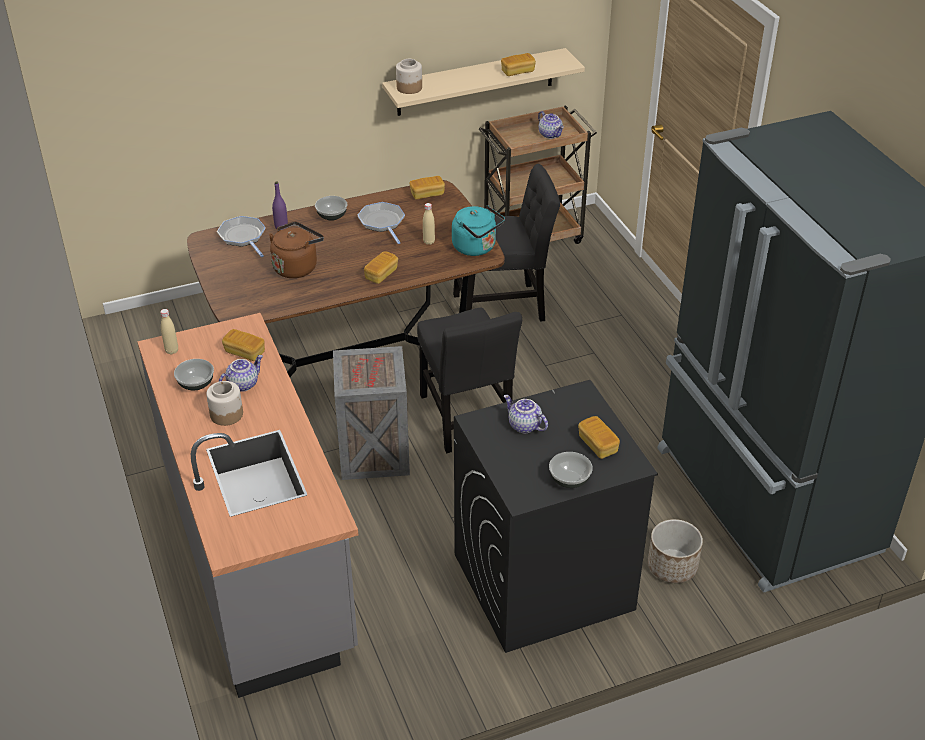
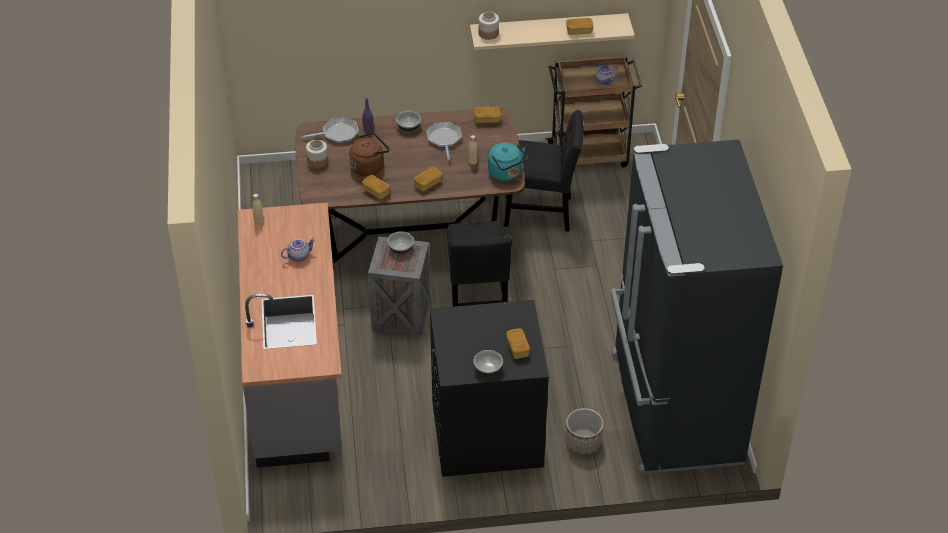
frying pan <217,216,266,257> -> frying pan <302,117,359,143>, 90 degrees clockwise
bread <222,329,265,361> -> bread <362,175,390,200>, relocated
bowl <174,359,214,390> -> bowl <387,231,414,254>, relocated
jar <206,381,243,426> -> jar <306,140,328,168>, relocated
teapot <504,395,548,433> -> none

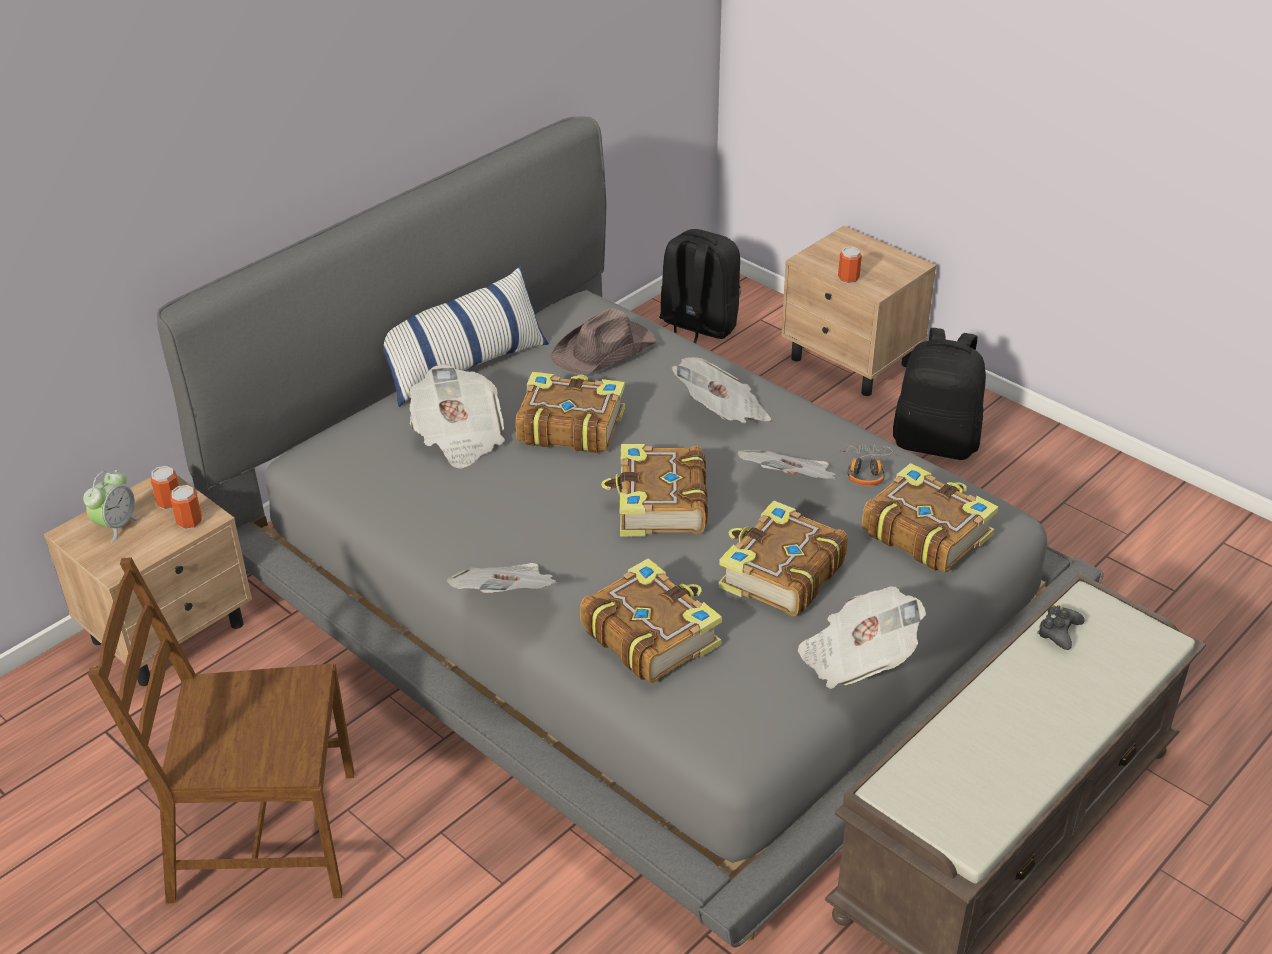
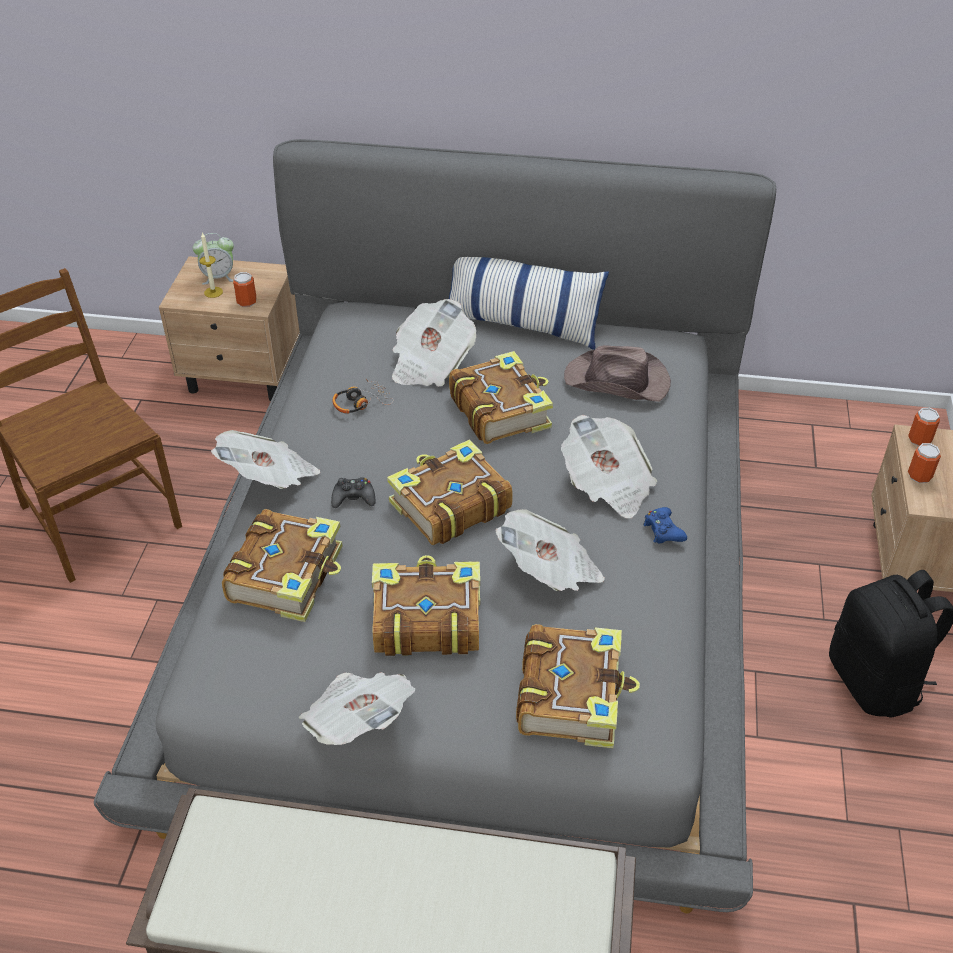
black backpack <659,229,741,343> -> none
headphones <842,445,893,485> -> headphones <333,379,394,414>, relocated
can <151,466,179,510> -> can <908,408,940,447>, relocated
black game controller <1037,605,1085,650> -> black game controller <331,477,376,508>, relocated
none -> candle <199,233,223,298>
none -> blue game controller <643,507,687,544>

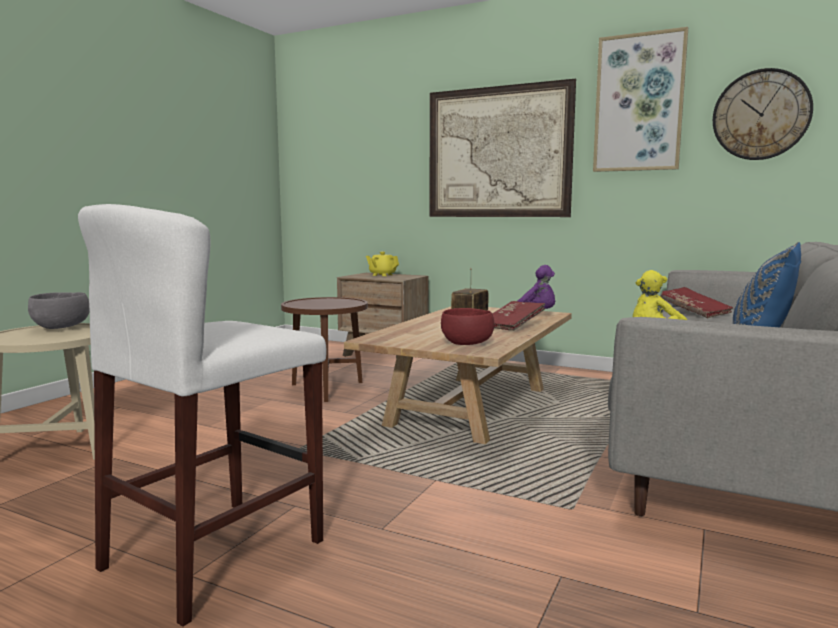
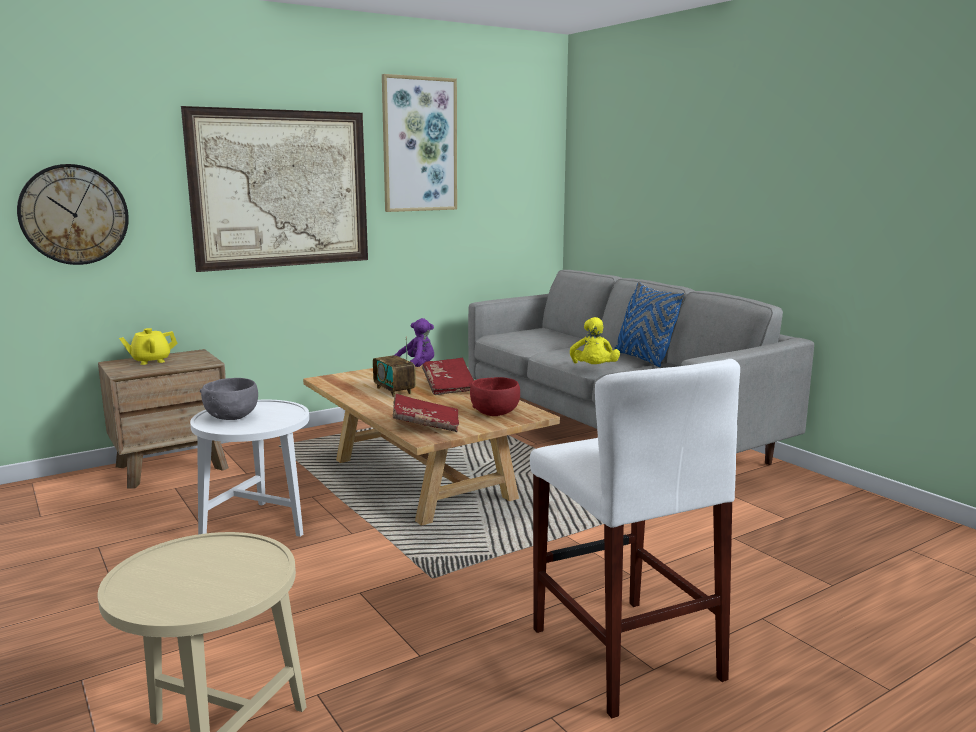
wall clock <713,68,813,160> -> wall clock <17,164,129,265>, relocated
red book <660,287,733,318> -> red book <393,394,459,432>, relocated
grey bowl <28,292,90,329> -> grey bowl <200,378,258,420>, relocated
brown side table <281,297,368,402> -> white side table <190,400,309,537>

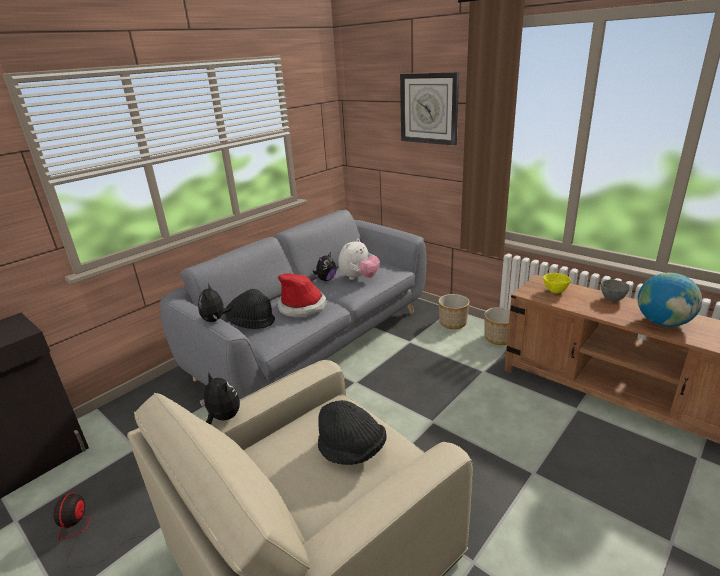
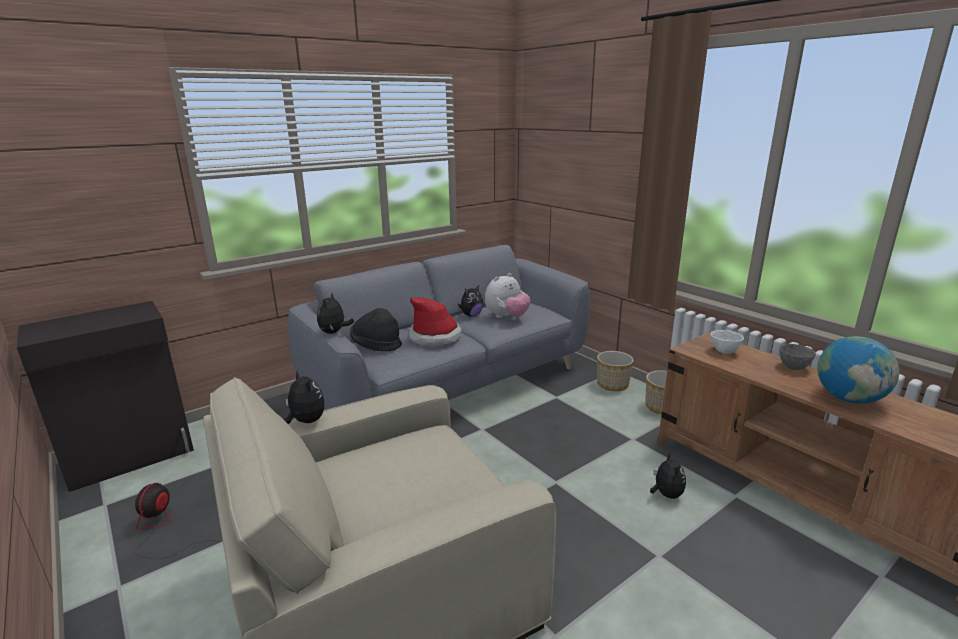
wall clock <400,72,459,146> -> none
yellow bowl <543,273,571,294> -> white bowl <711,330,744,354>
black hat <318,400,387,465> -> none
none -> plush toy <650,453,686,499>

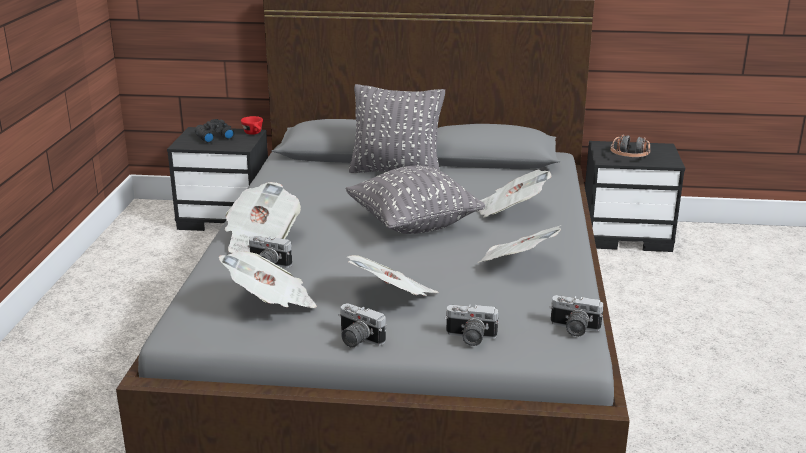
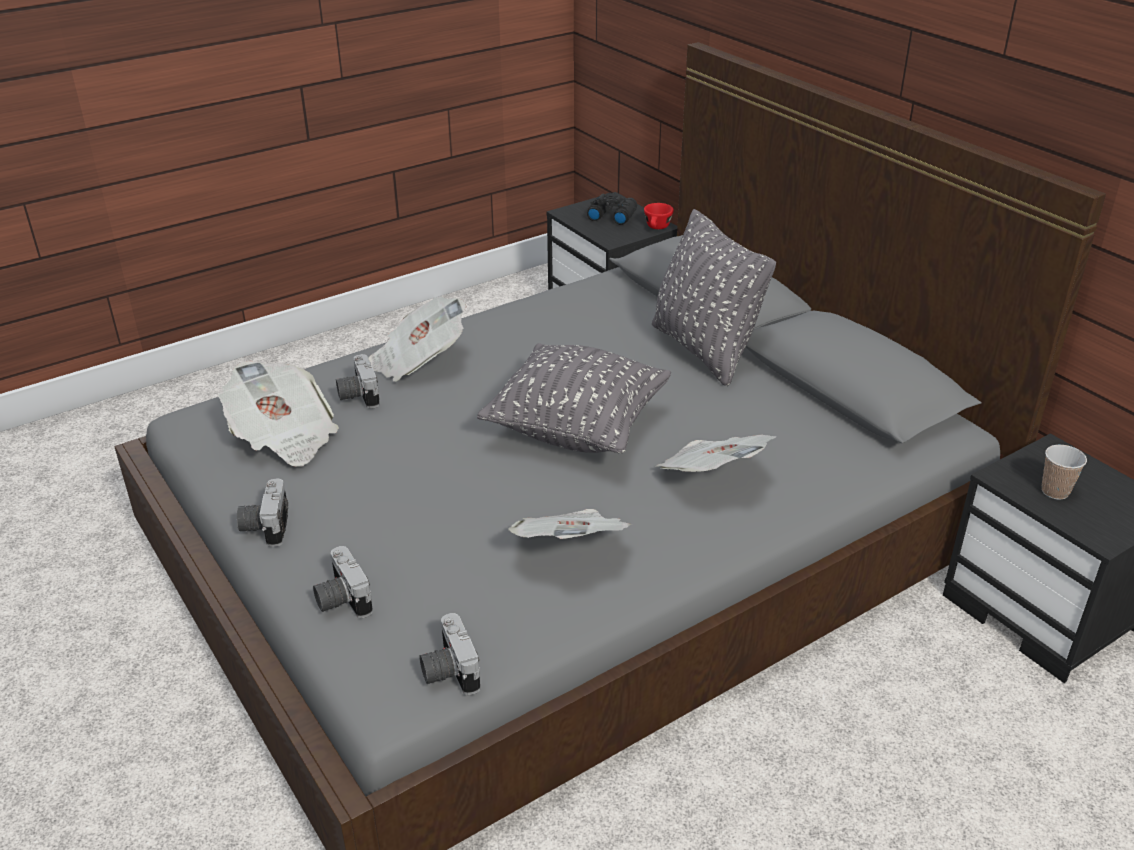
headphones <610,134,651,157> -> cup <1042,445,1087,500>
newspaper <347,255,438,296> -> none

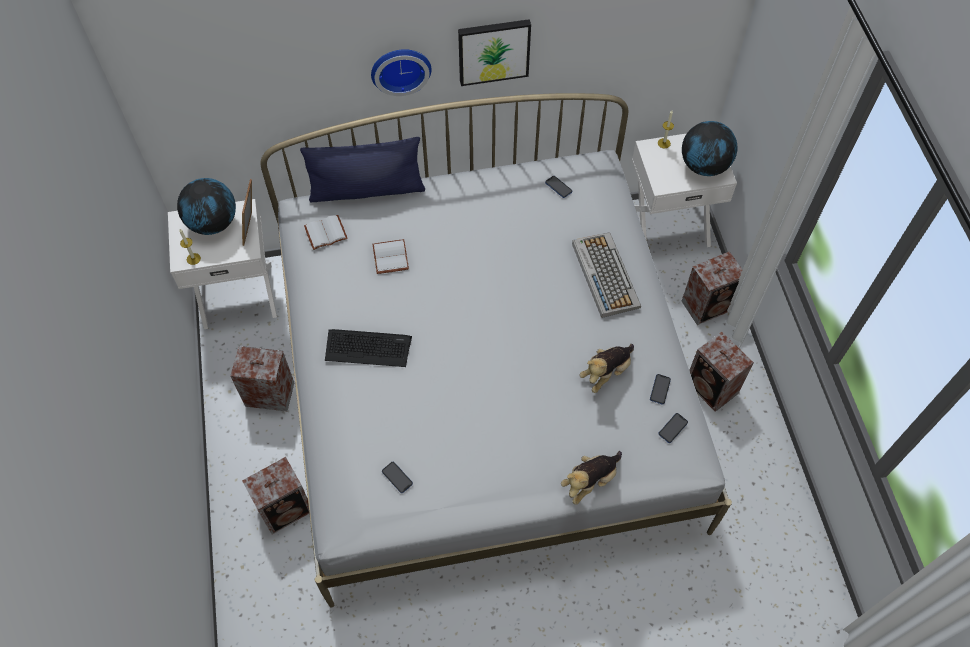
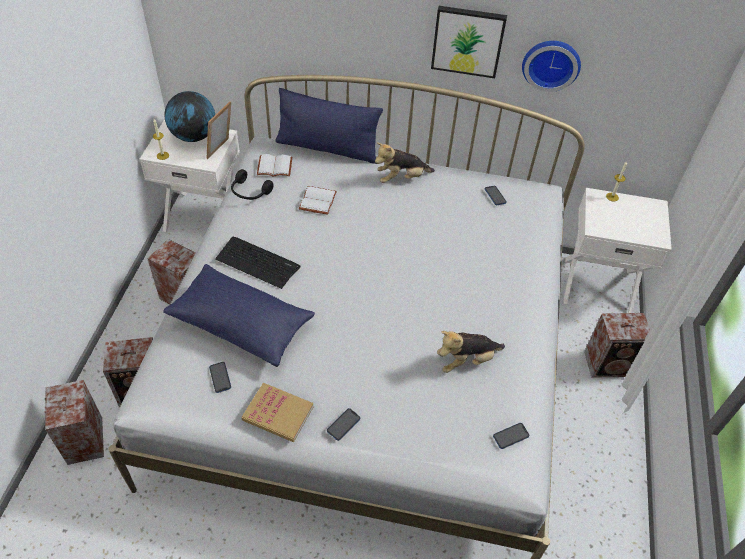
wall clock <371,49,432,96> -> wall clock <522,41,581,92>, relocated
globe <682,121,738,176> -> none
keyboard <572,232,641,318> -> none
speaker <689,331,754,412> -> speaker <44,380,104,465>, relocated
phone <650,374,671,404> -> phone <327,408,360,441>, relocated
plush toy <561,451,622,505> -> plush toy <375,142,435,183>, relocated
none -> black headphones <231,169,274,200>
none -> blue pillow <163,264,315,367>
none -> book <242,383,314,442>

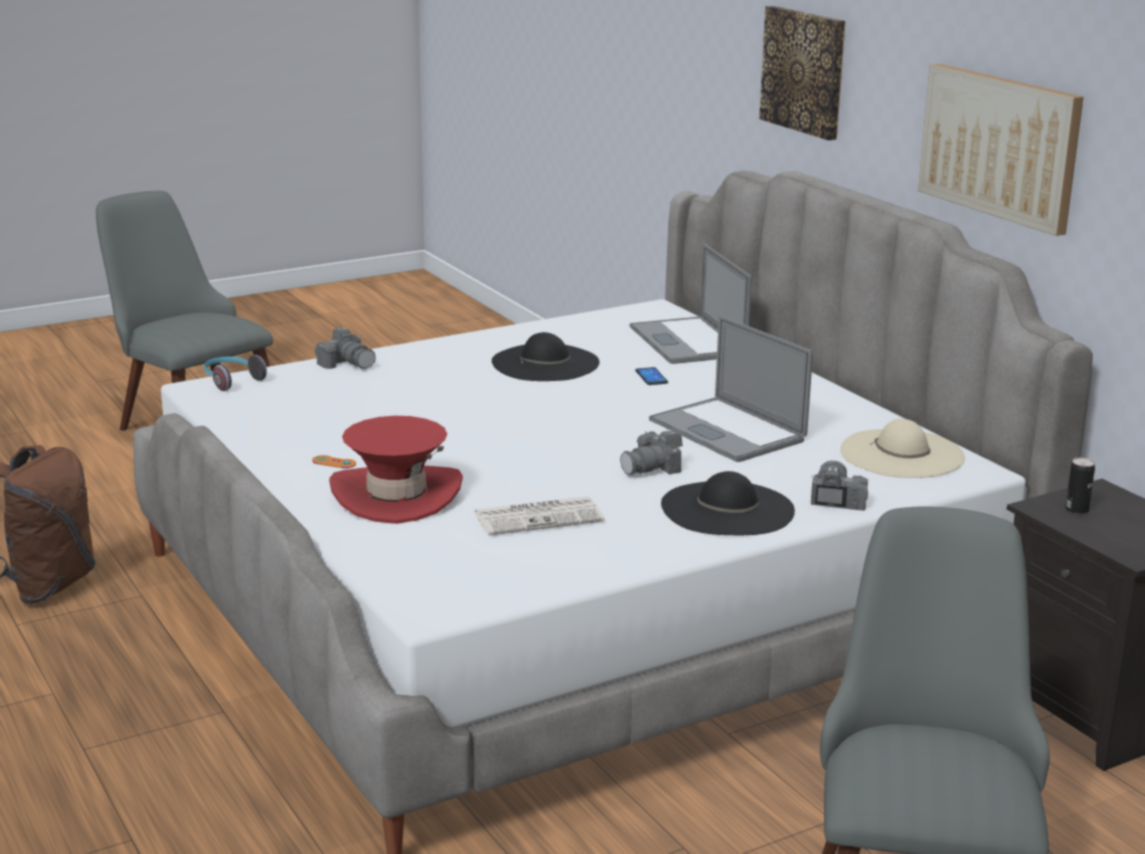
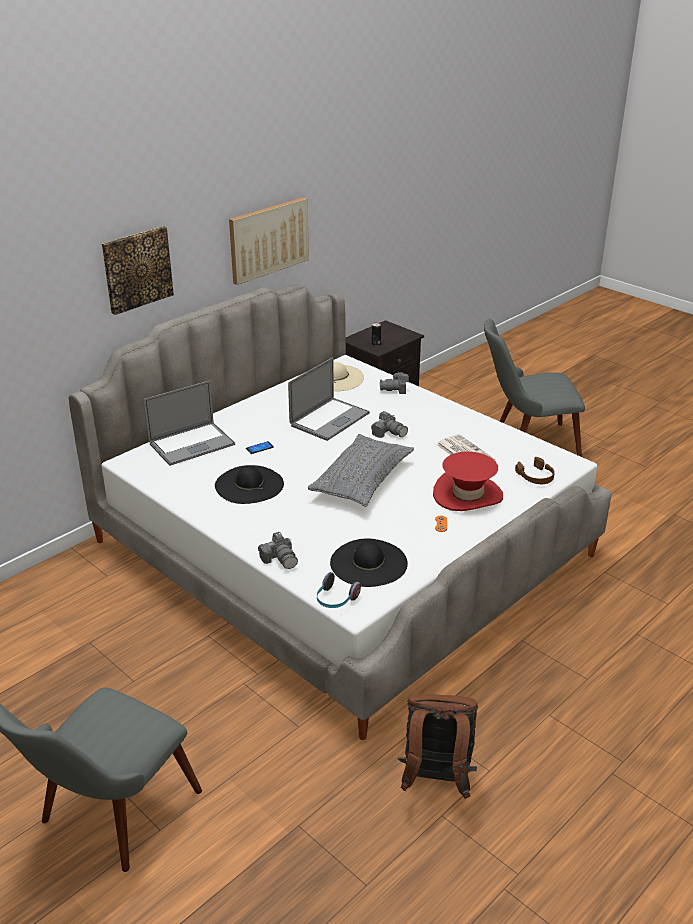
photo camera <315,327,376,369> -> photo camera <258,532,298,569>, 120 degrees clockwise
black hat <661,471,795,535> -> black hat <330,539,408,587>, relocated
none -> grey pillow <308,434,414,507>
none -> brown headphones <515,457,555,484>

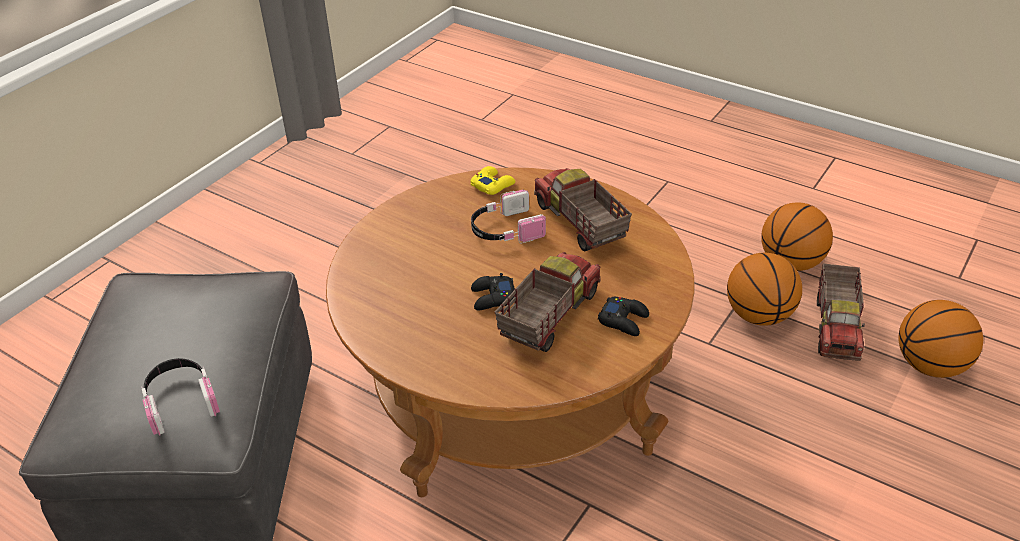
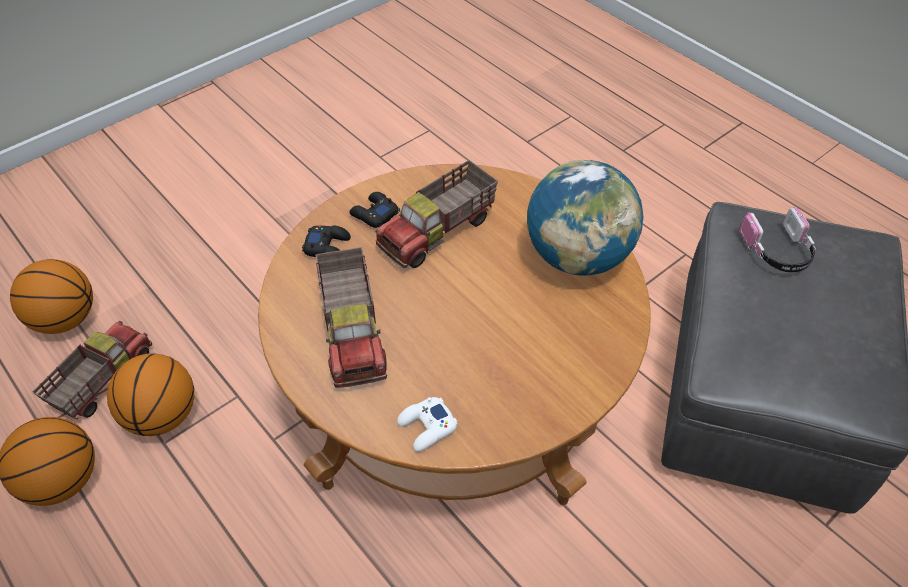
yellow game controller <471,166,515,195> -> white game controller <397,397,458,452>
headphones <471,190,546,243> -> none
black game controller <471,273,515,310> -> black game controller <302,225,351,257>, relocated
none -> globe <527,160,643,276>

